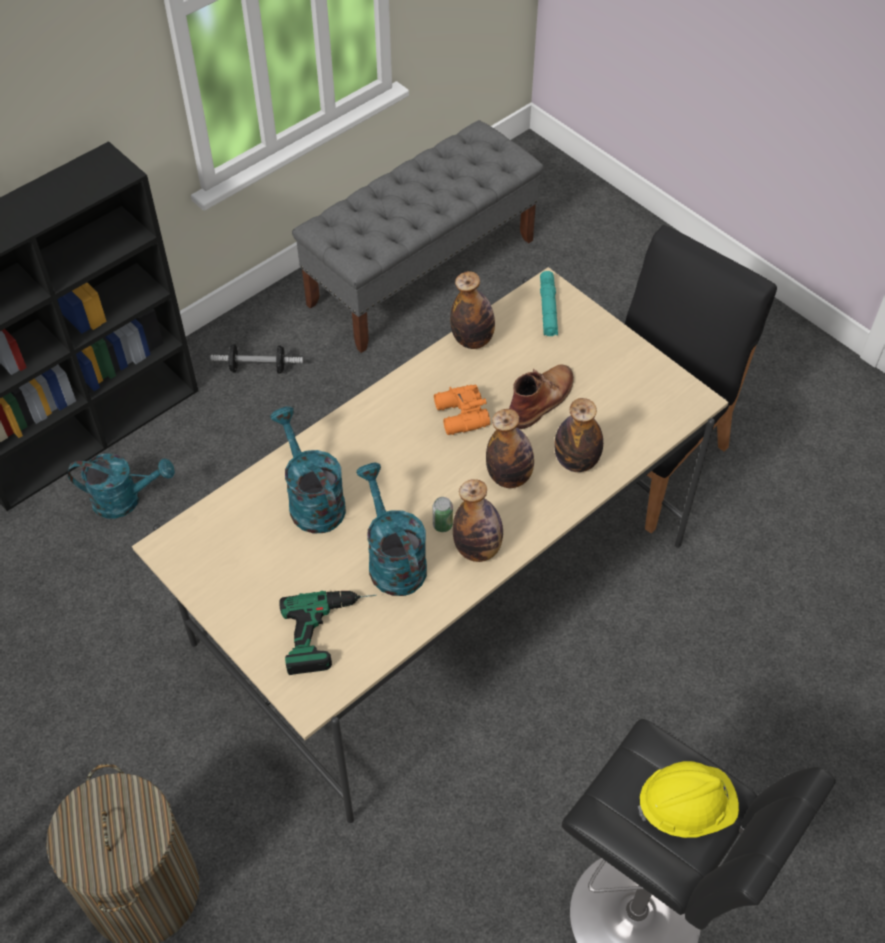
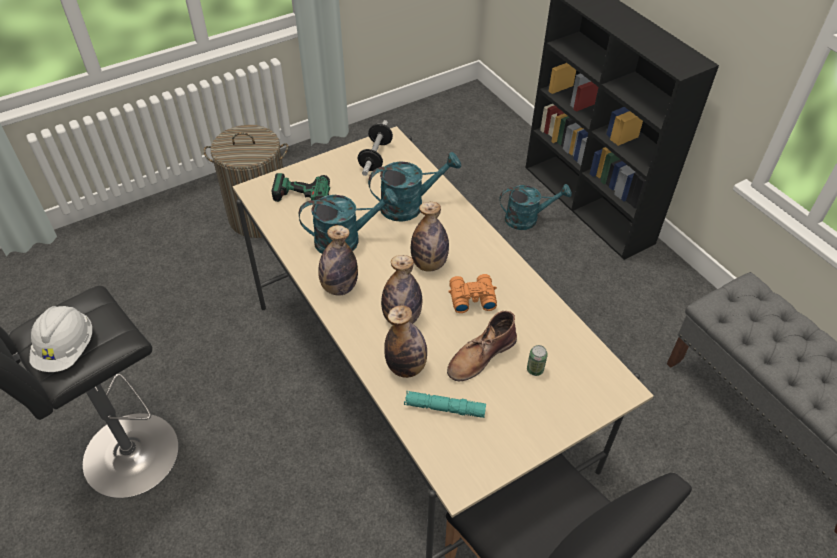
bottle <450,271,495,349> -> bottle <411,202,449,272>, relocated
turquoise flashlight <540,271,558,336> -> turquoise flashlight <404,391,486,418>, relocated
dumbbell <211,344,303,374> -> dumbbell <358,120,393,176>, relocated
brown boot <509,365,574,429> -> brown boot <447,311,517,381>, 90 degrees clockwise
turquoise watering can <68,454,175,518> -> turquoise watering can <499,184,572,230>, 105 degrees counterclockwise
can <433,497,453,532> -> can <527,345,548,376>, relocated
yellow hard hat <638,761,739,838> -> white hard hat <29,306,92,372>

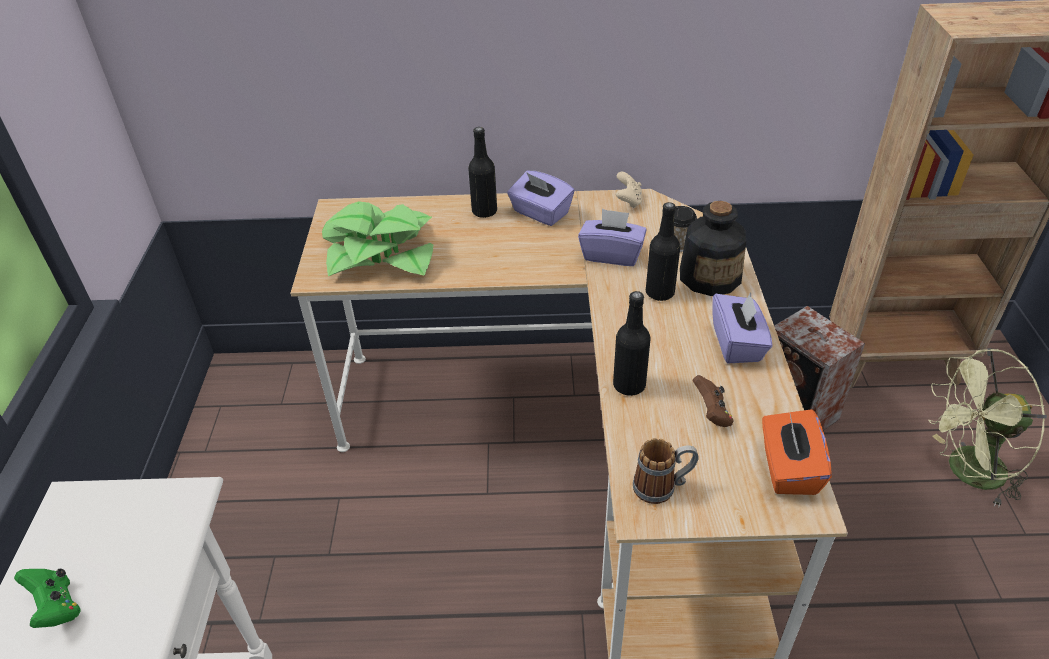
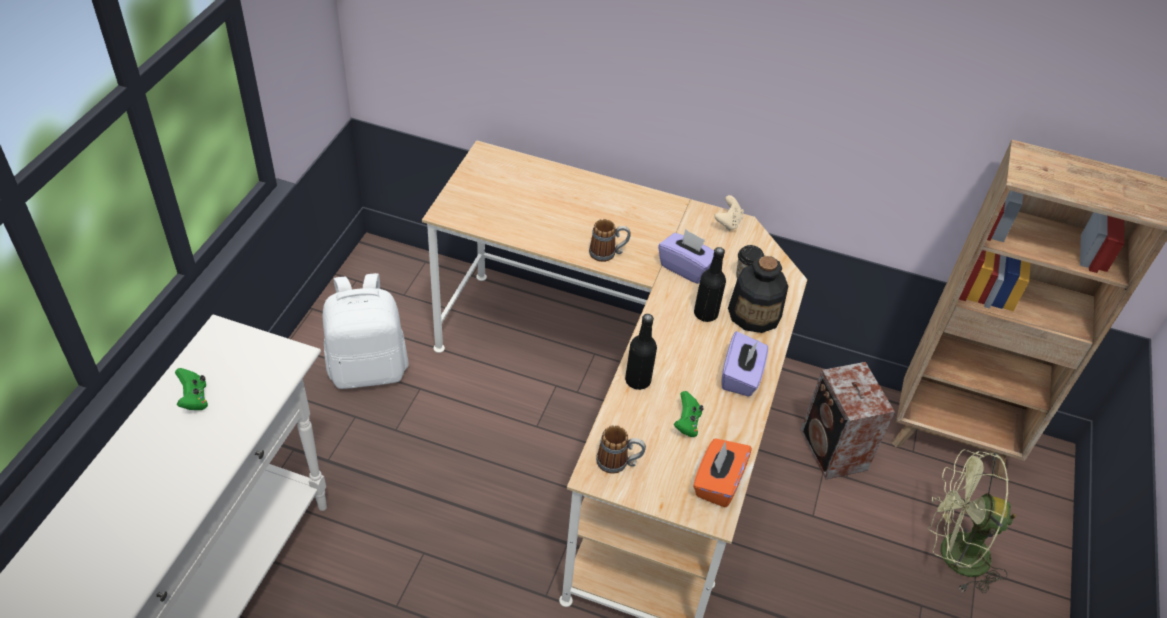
black bottle <468,127,497,218> -> none
purple tissue box <507,171,575,226> -> none
potted plant <322,201,433,276> -> none
brown game controller <692,375,733,427> -> green game controller <674,391,704,437>
none -> mug <589,219,630,262>
none -> white backpack <323,273,409,389>

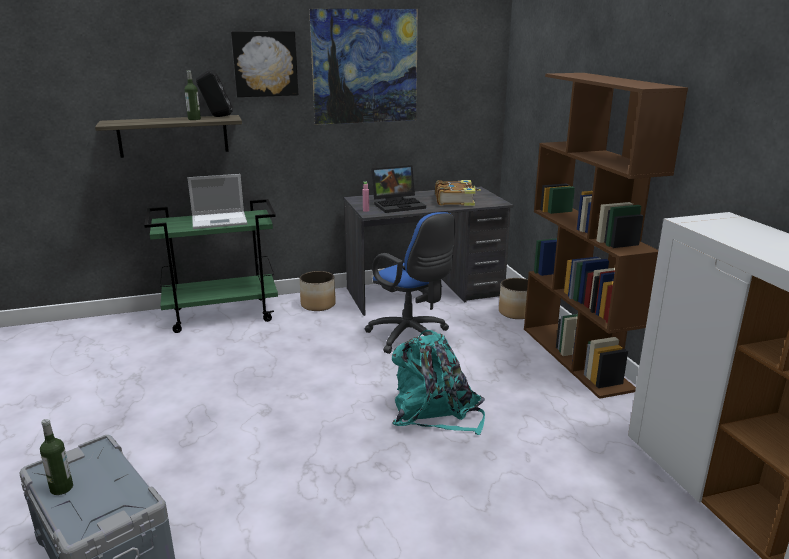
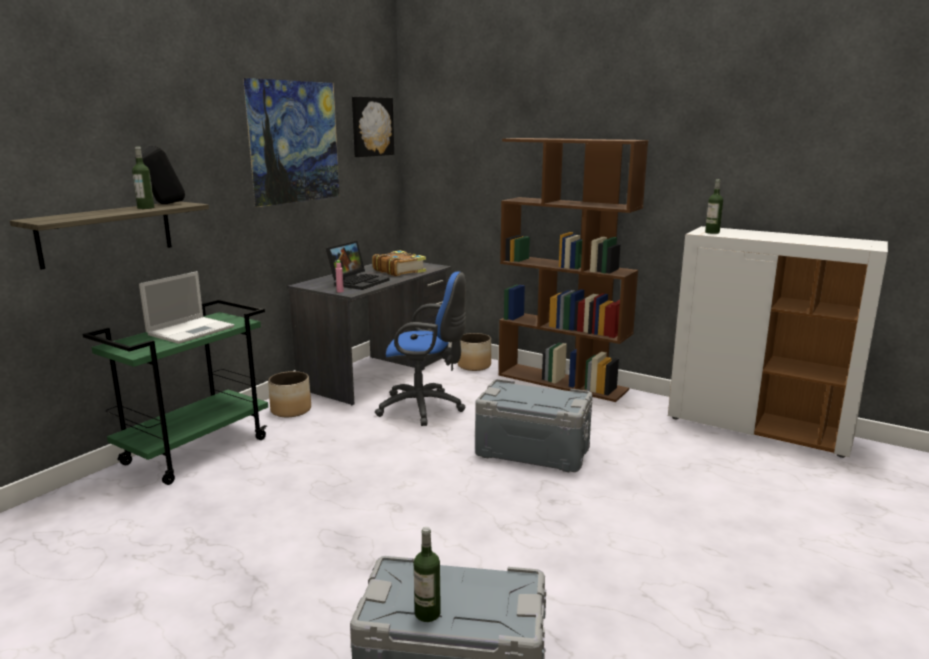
picture <231,31,298,97> -> picture <352,97,394,157>, relocated
turquoise backpack <392,330,485,435> -> grey storage box <475,379,592,472>
none -> bottle <705,179,723,234>

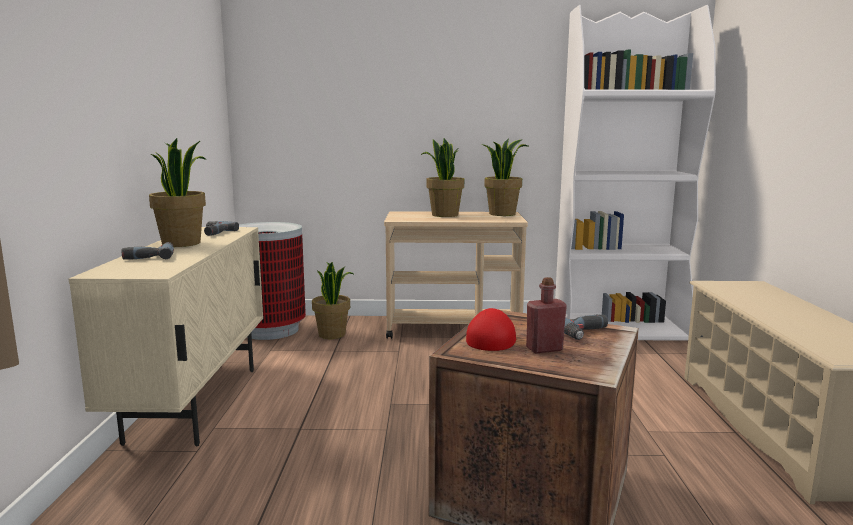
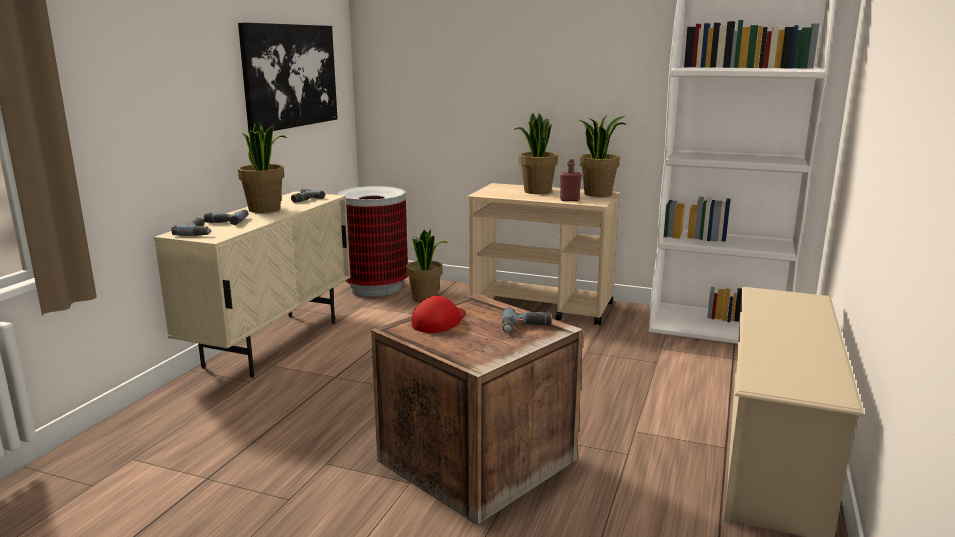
red bottle <526,277,567,353> -> red bottle <560,159,582,201>, relocated
none -> picture <238,22,338,133>
none -> power drill <171,218,211,236>

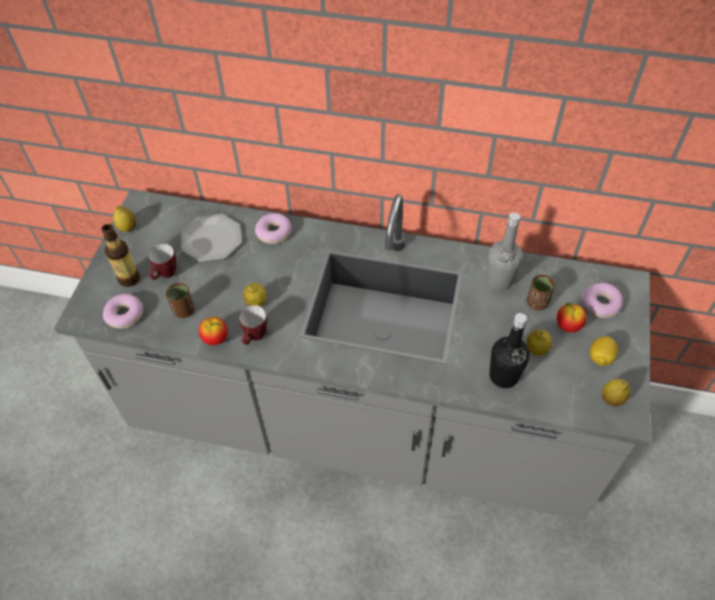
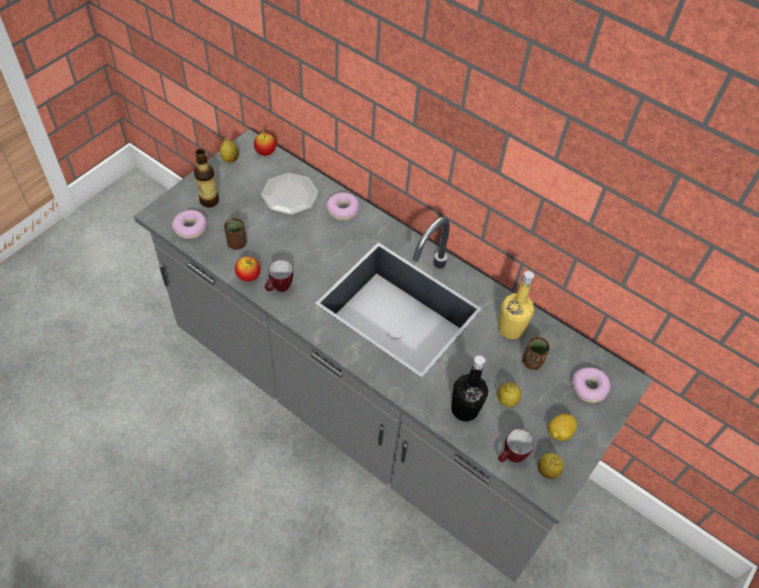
grey bottle <487,212,523,290> -> yellow bottle <498,271,534,339>
mug <148,244,177,280> -> mug <498,429,534,462>, relocated
lemon <243,283,266,306> -> none
apple <557,303,587,332> -> apple <254,129,276,156>, relocated

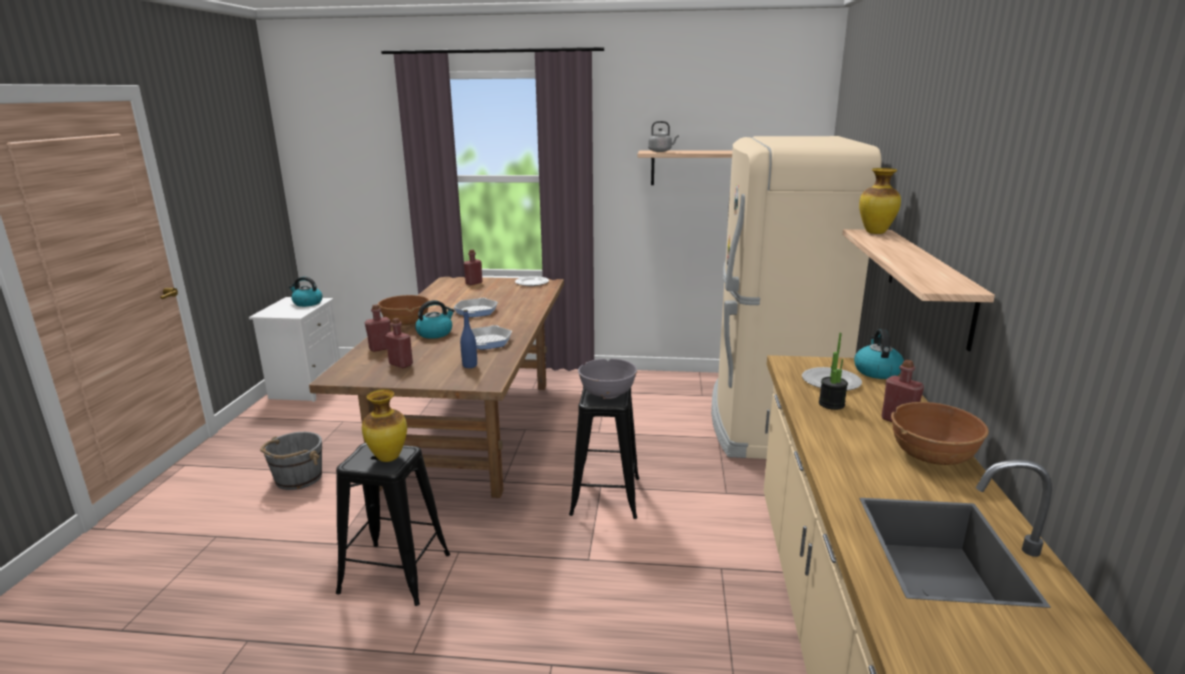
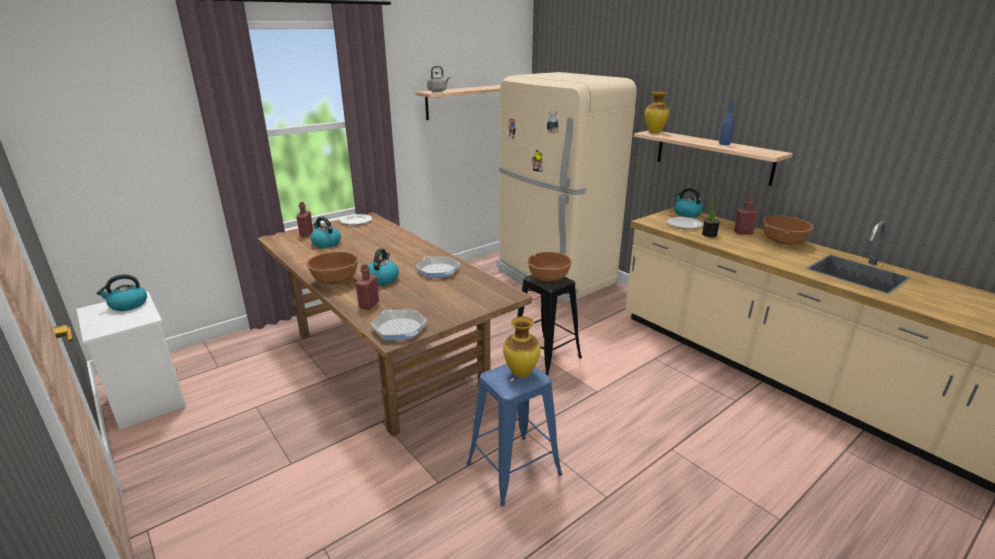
frying pan <454,298,498,317> -> frying pan <371,309,427,341>, relocated
blue bottle <460,310,477,368> -> blue bottle <719,100,734,145>, relocated
red bottle <386,318,413,368> -> none
grey bowl <578,359,637,399> -> brown bowl <527,252,572,282>
grey bucket <260,432,322,490> -> none
black stool <336,443,450,606> -> blue stool <467,364,562,507>
none -> kettle <310,217,341,248>

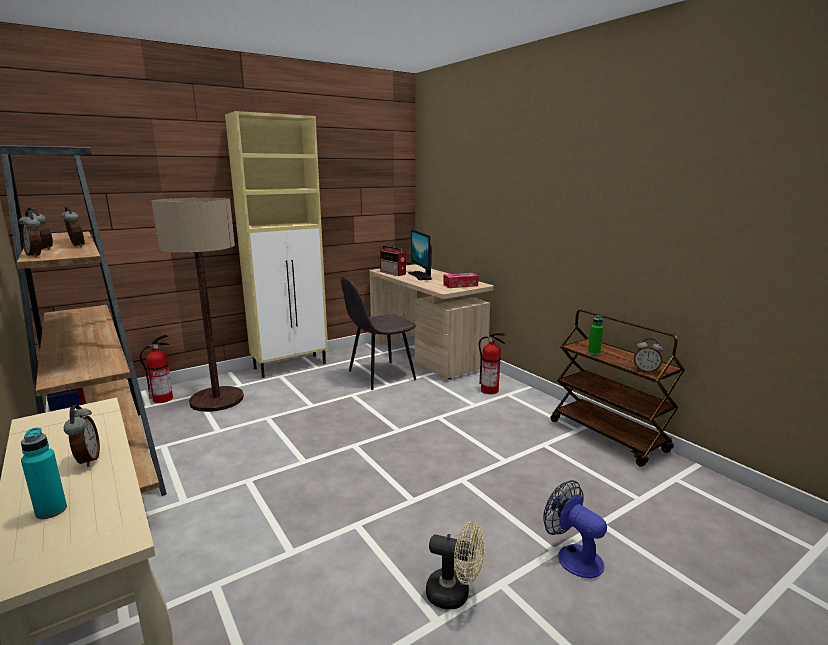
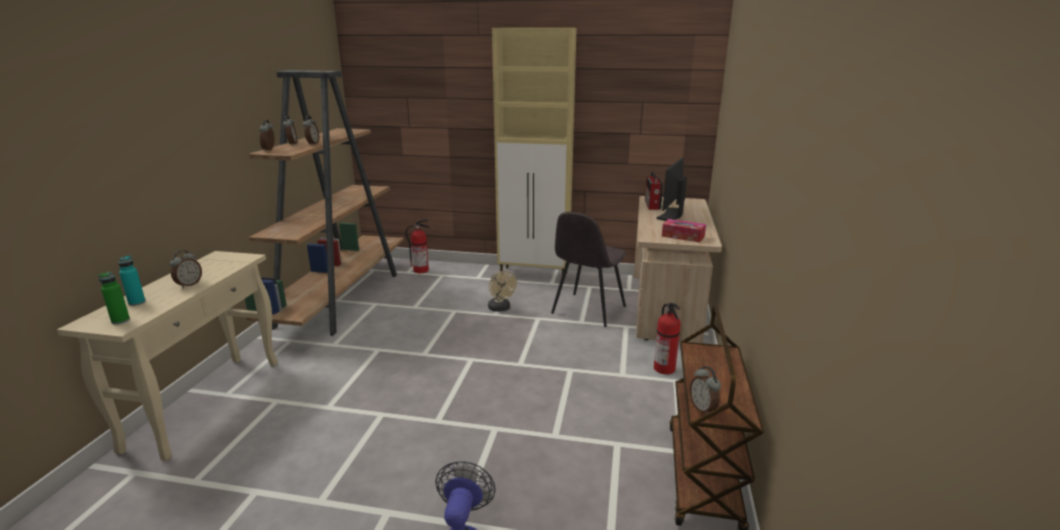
floor lamp <152,198,244,412> -> none
grey chair <341,277,416,390> -> grey chair <551,212,626,327>, 75 degrees counterclockwise
green bottle <588,315,603,355> -> green bottle <98,272,130,325>, relocated
beige fan <426,521,485,609> -> beige fan <488,271,517,312>, relocated

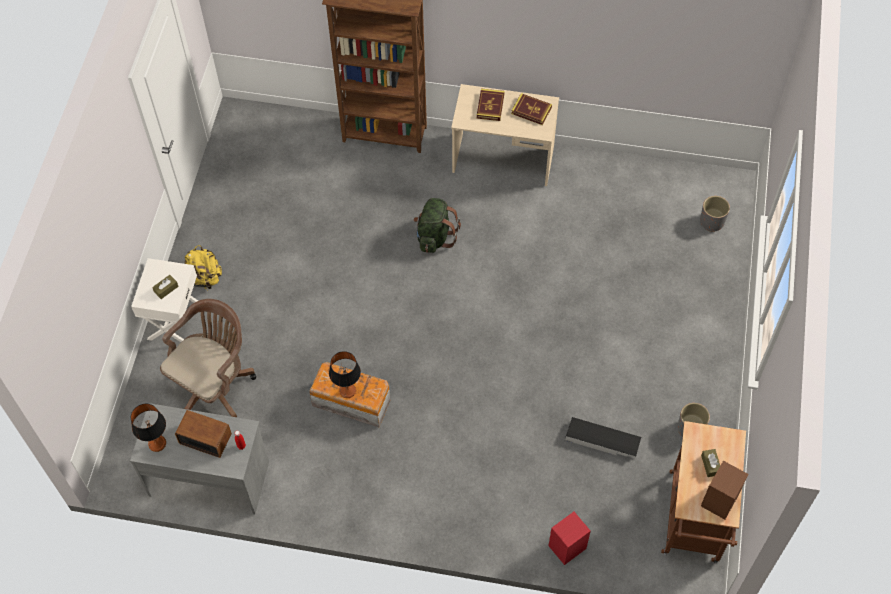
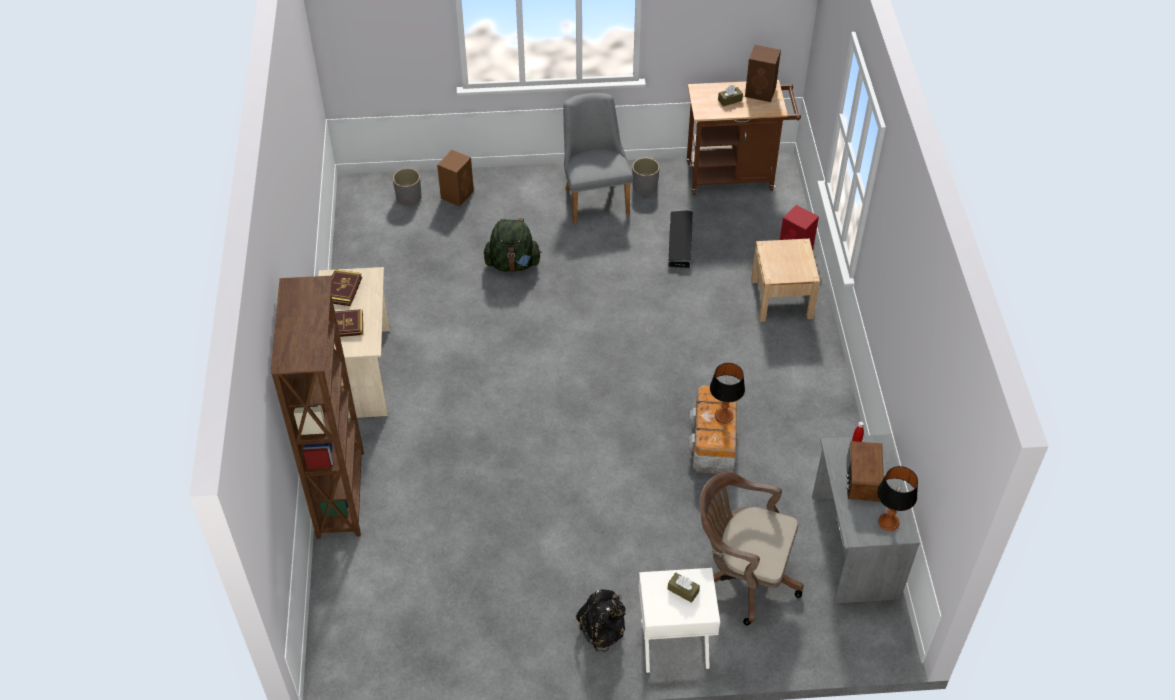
green backpack <413,198,461,253> -> green backpack <484,218,542,272>, relocated
yellow backpack <185,245,222,291> -> black backpack <576,589,625,652>
none -> grey chair <563,93,633,224>
none -> brown speaker <437,150,474,207>
none -> beige nightstand <751,239,820,322>

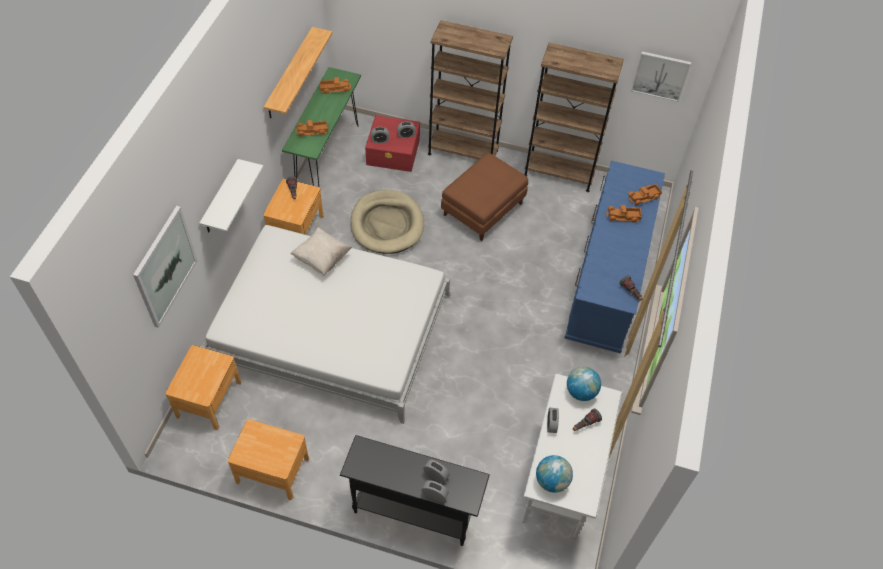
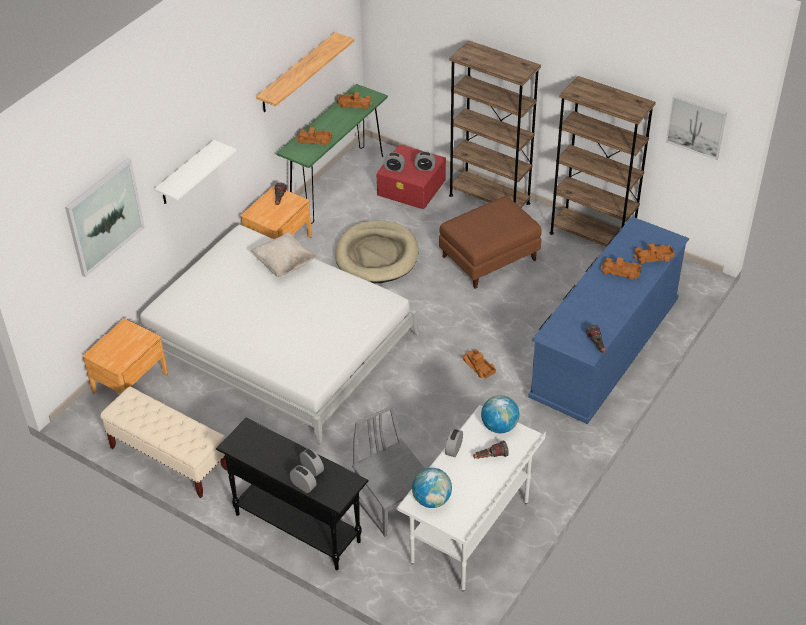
brown nightstand <228,419,309,500> -> beige bench <100,387,227,498>
none -> toy truck <461,349,496,378>
none -> grey chair <352,405,425,537>

